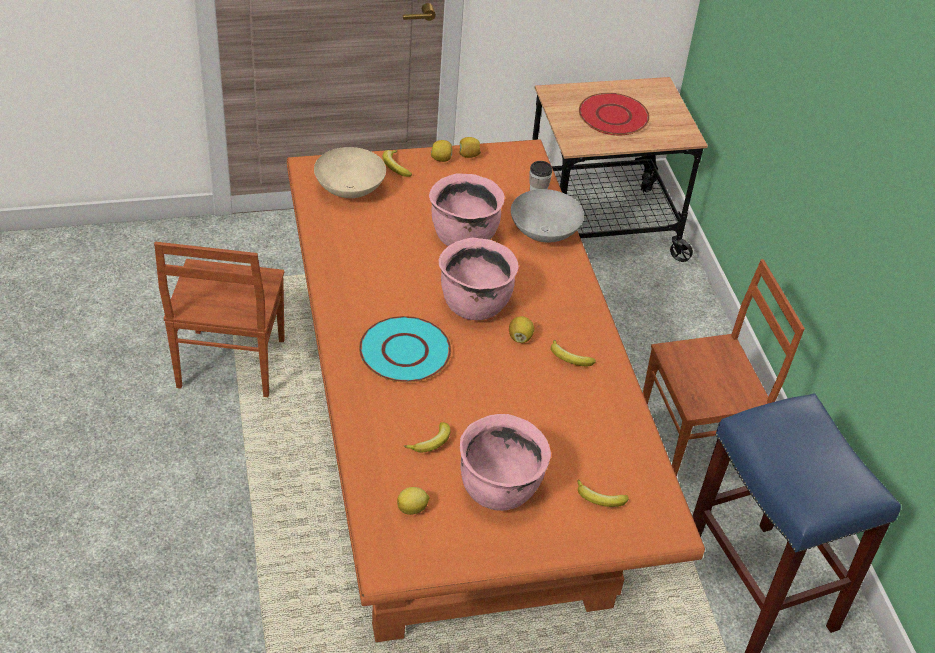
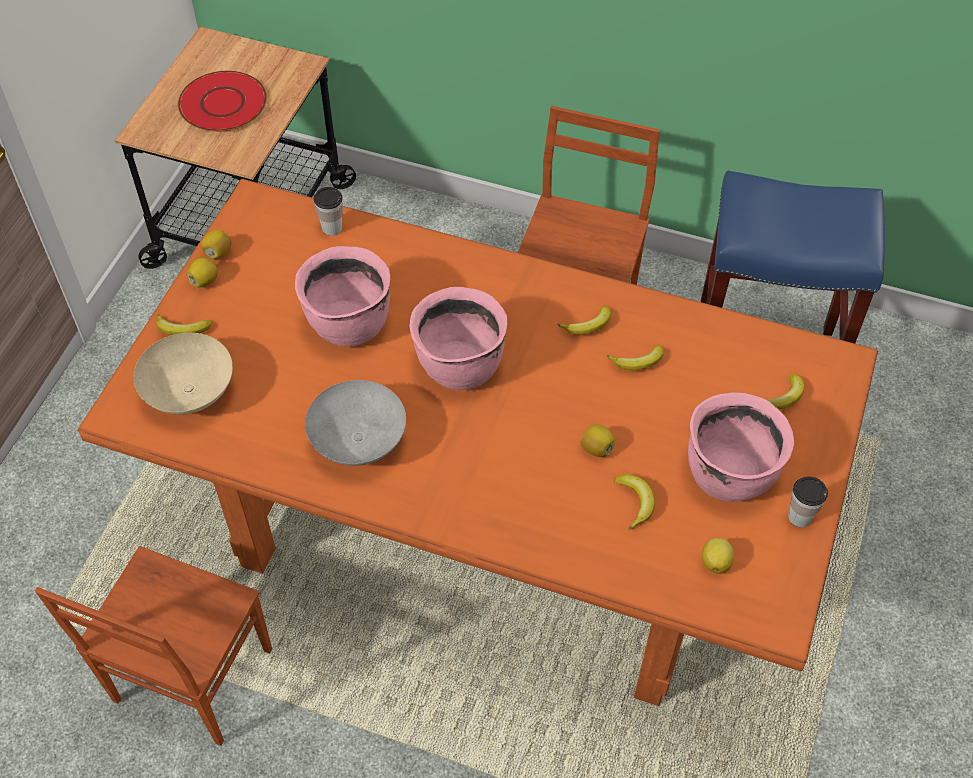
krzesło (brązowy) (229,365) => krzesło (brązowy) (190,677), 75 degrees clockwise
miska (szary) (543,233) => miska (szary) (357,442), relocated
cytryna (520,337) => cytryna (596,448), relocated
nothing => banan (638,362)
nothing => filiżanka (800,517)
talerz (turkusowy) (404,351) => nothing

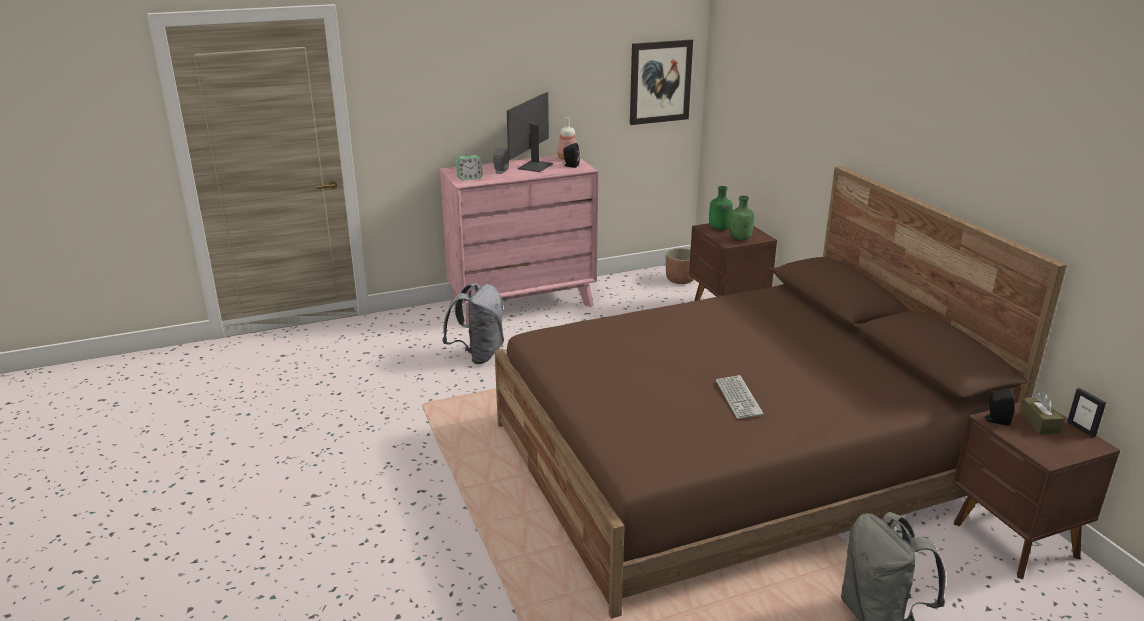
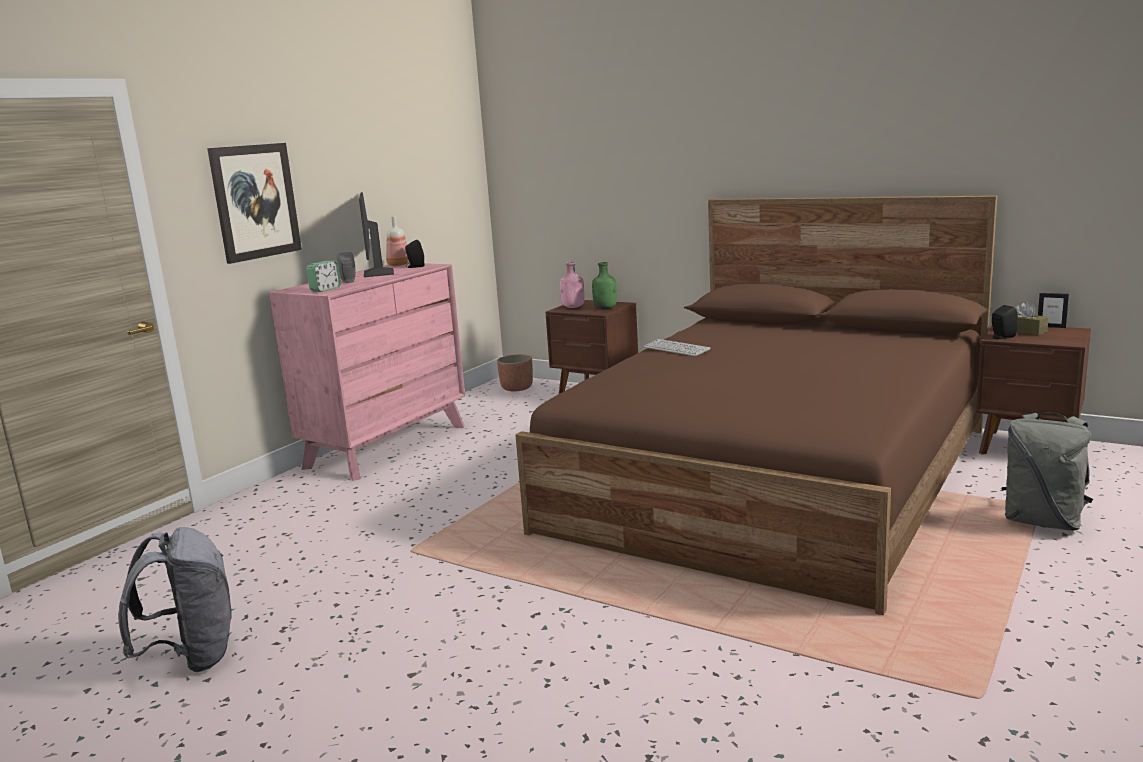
plecak (szary) (478,355) => plecak (szary) (192,657), relocated
obraz (660,82) => obraz (255,201), relocated
butelka (zielony) (719,228) => butelka (różowy) (573,307)
klawiatura (738,398) => klawiatura (676,349), relocated

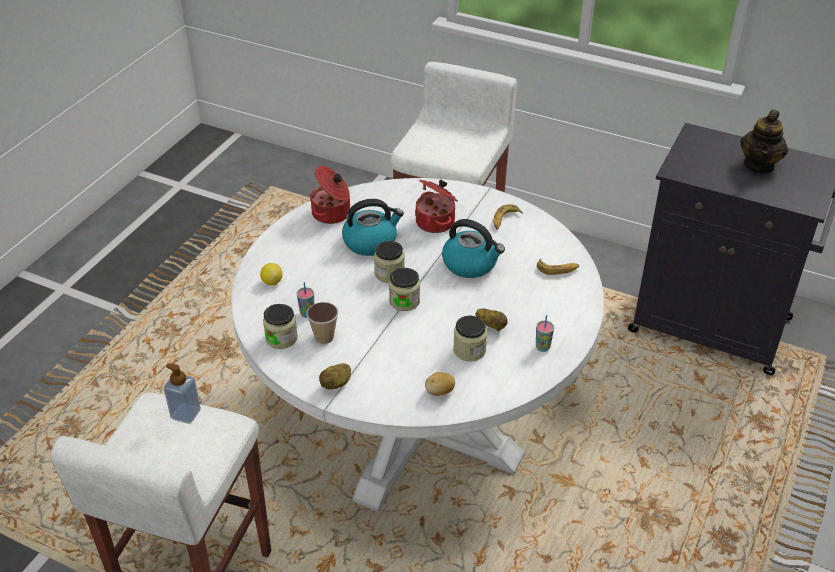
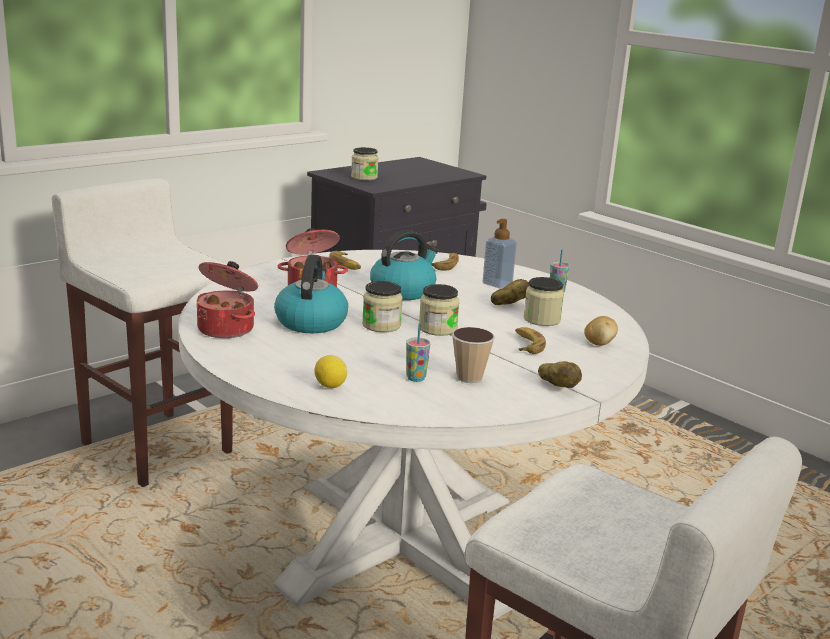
słoik (281,338) => słoik (364,177), relocated
dozownik mydła (185,414) => dozownik mydła (497,284), relocated
nothing => banan (526,344)
imbryk (759,165) => nothing

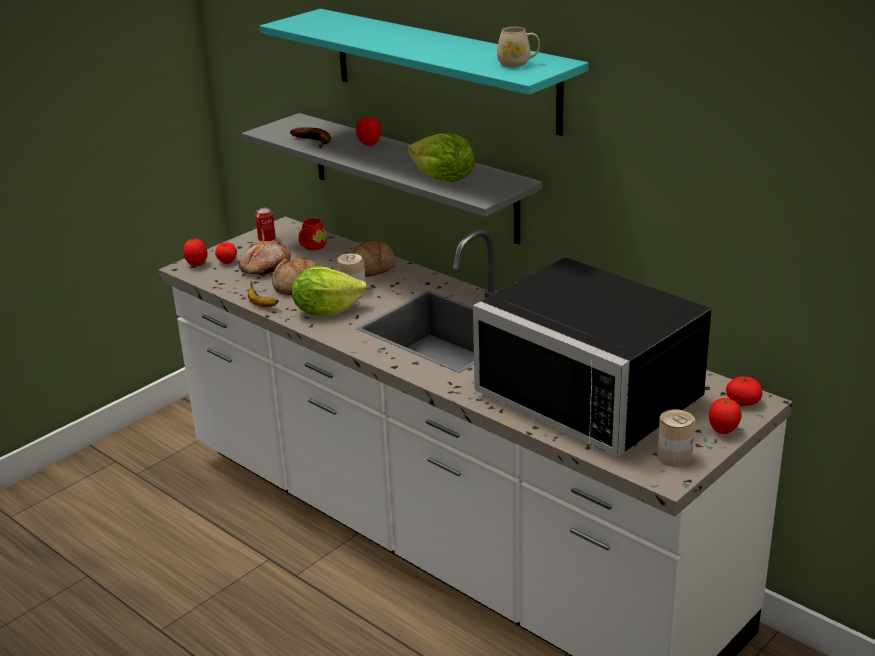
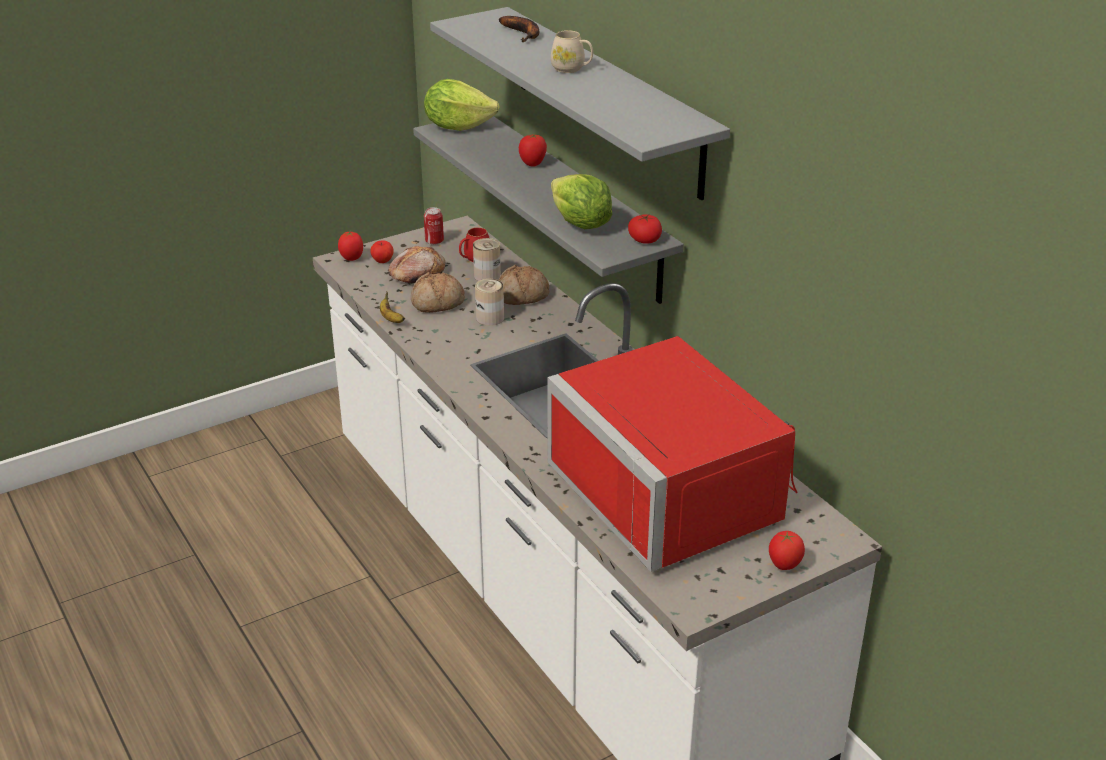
sałata (326,311) => sałata (458,126), relocated
półka (turkusowy) (443,69) => półka (szary) (606,100)
puszka (674,456) => puszka (487,276), relocated
banan (316,141) => banan (524,34), relocated
mikrofalówka (czarny) (599,392) => mikrofalówka (czerwony) (678,491)
kubek (beżowy) (518,63) => kubek (beżowy) (572,69), relocated
pomidor (743,401) => pomidor (644,240), relocated

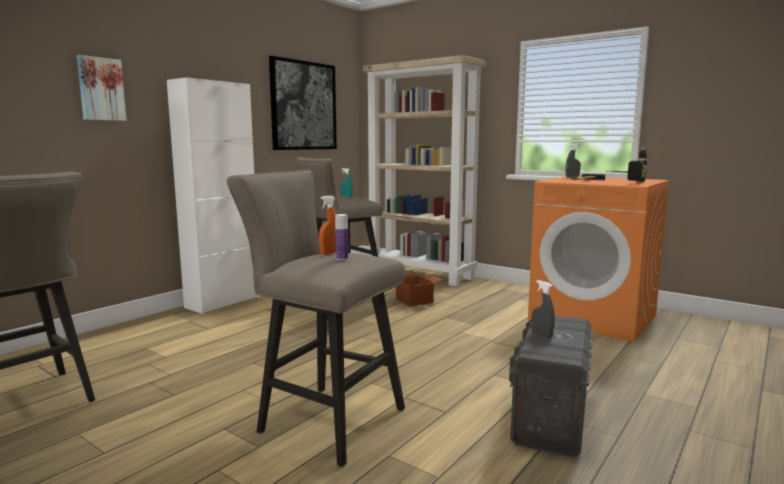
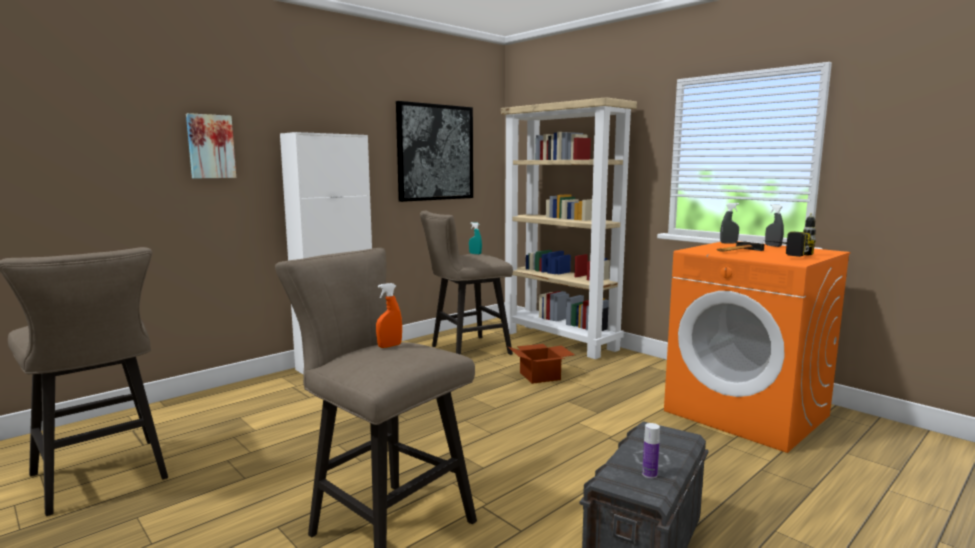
butelka (342,259) => butelka (649,474), relocated
spryskiwacz (szary) (541,336) => spryskiwacz (szary) (773,246), relocated

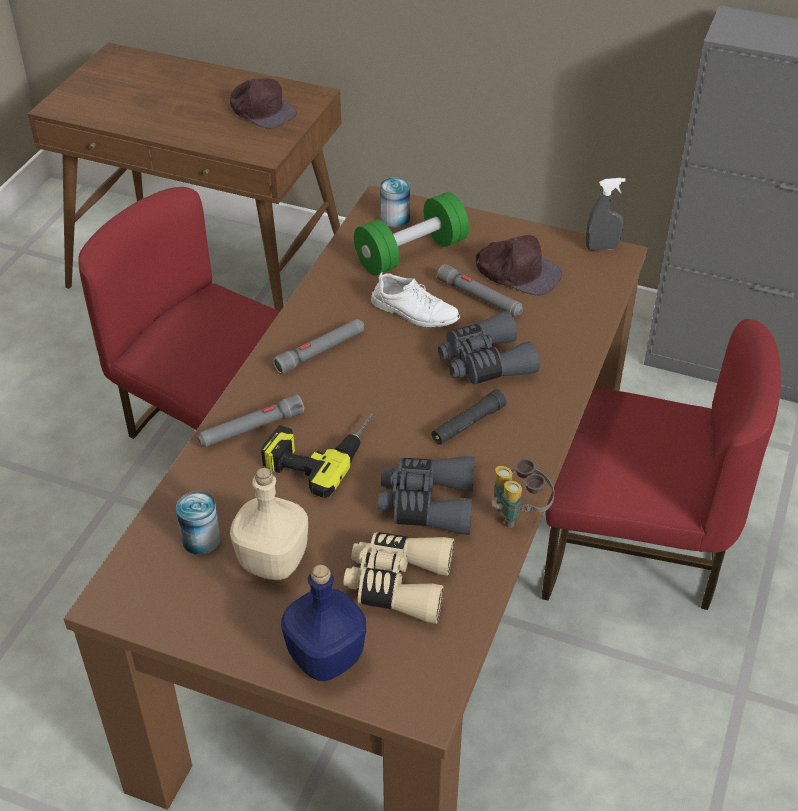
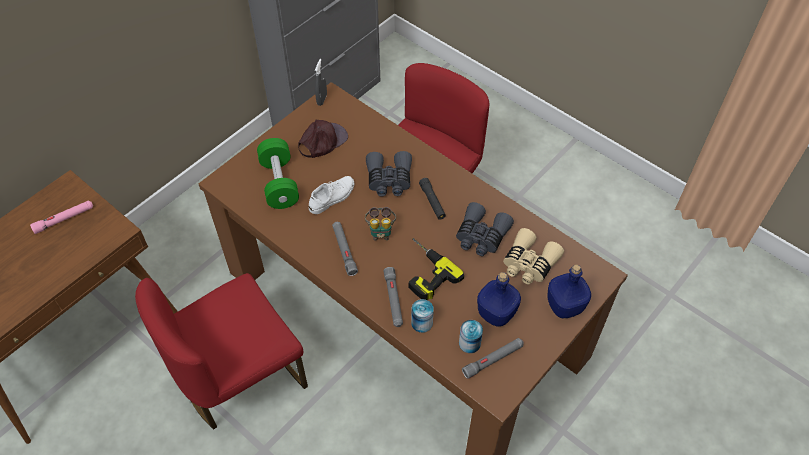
czapka z daszkiem (brązowy) (262,110) => latarka (różowy) (64,219)
lornetka (519,512) => lornetka (380,232), relocated
puszka (395,218) => puszka (422,323), relocated
latarka (szary) (479,298) => latarka (szary) (493,360), relocated
butelka (beżowy) (274,561) => butelka (niebieski) (496,313)

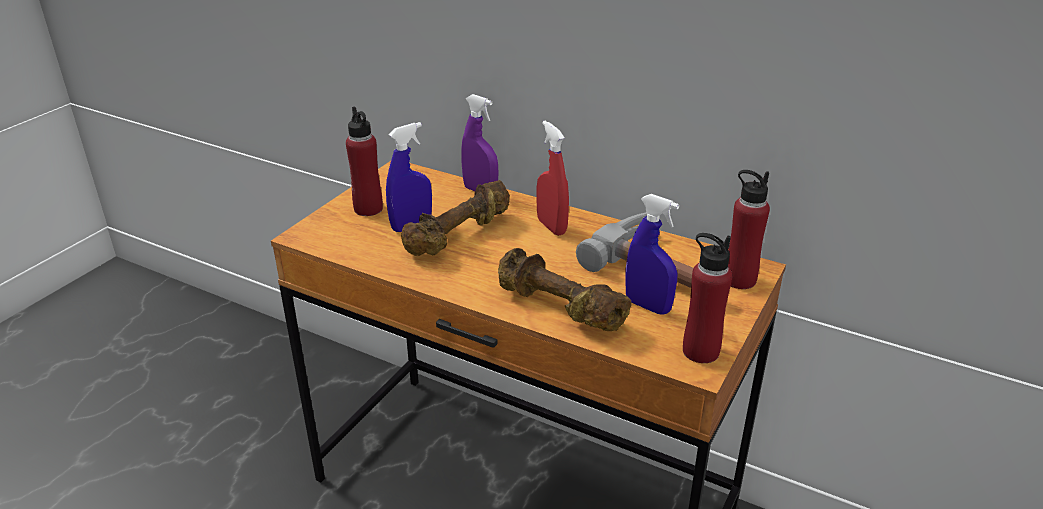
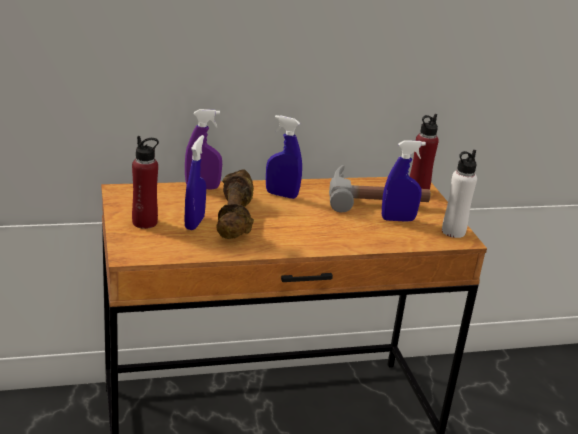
spryskiwacz (czerwony) (551,227) => spryskiwacz (niebieski) (281,195)
butelka (czerwony) (700,351) => butelka (biały) (453,232)
hantel (brązowy) (557,308) => nothing

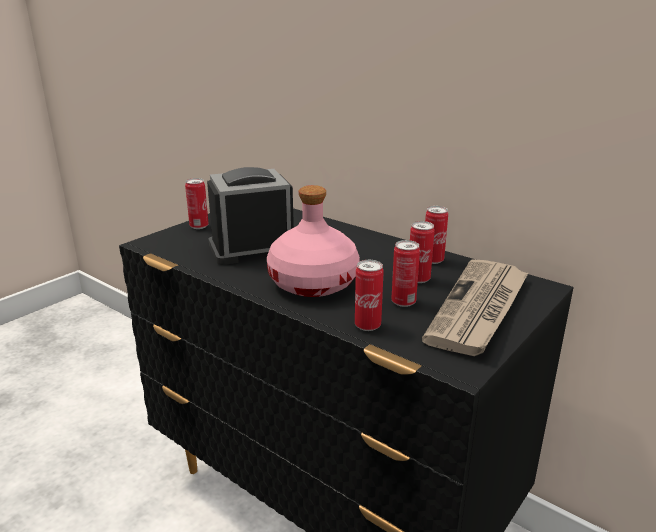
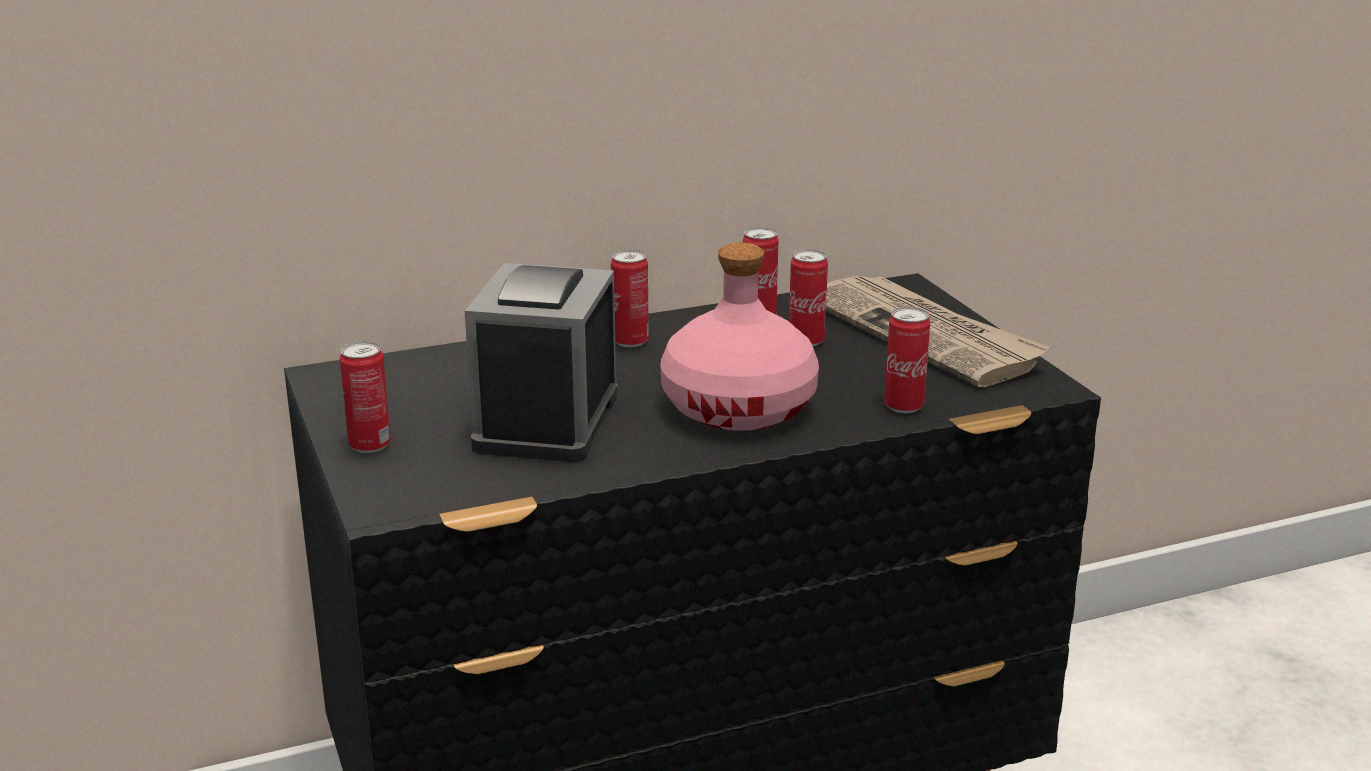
puszka (403,302) => puszka (630,342), relocated

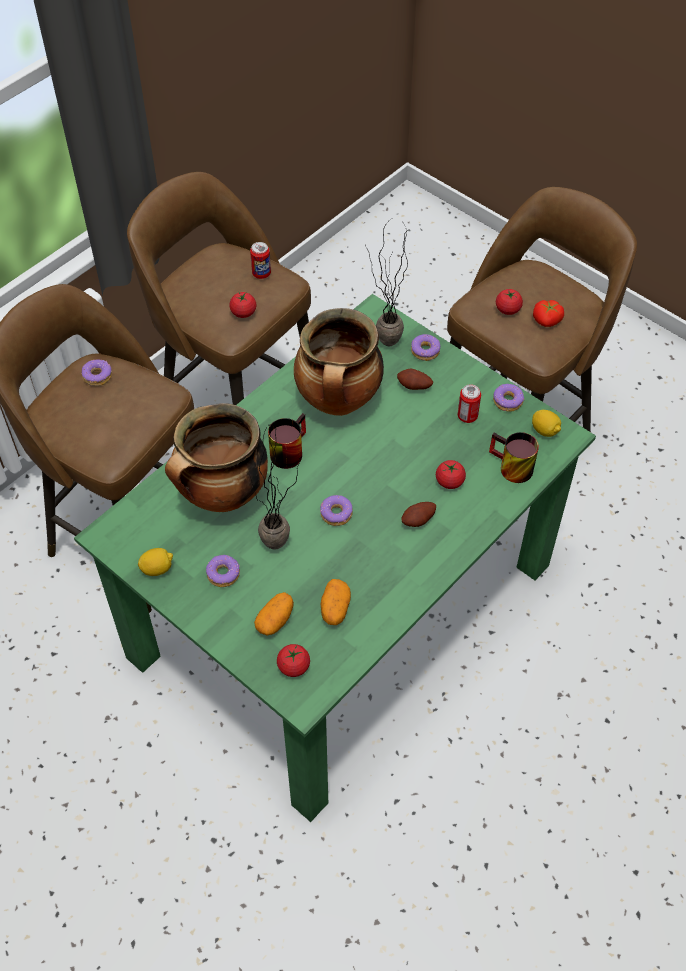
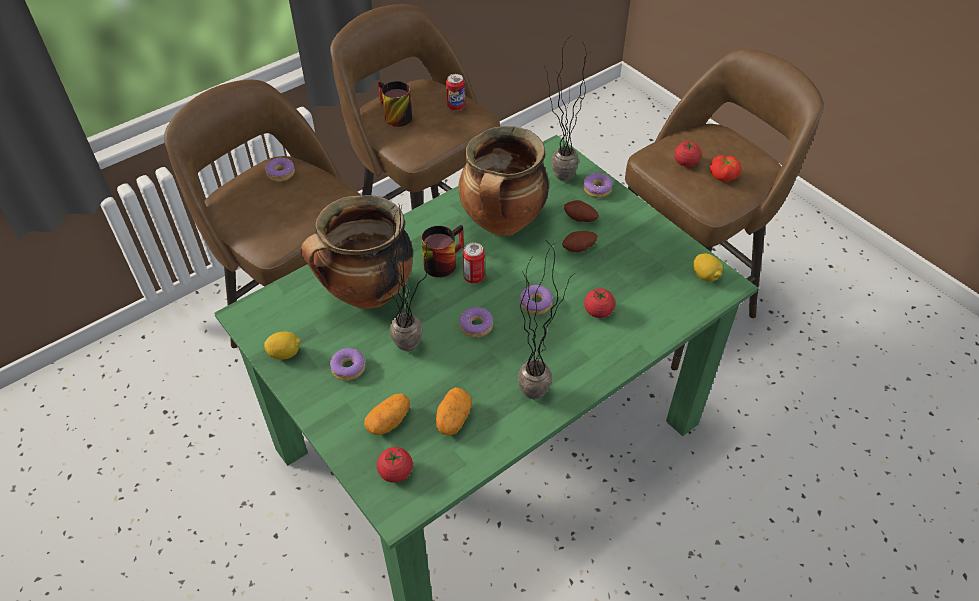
kubek (509,468) => kubek (393,116), relocated
puszka (467,416) => puszka (474,277), relocated
nothing => roślina doniczkowa (540,386)
donut (508,401) => donut (536,304), relocated
ziemniak (419,521) => ziemniak (579,249), relocated
pomidor (243,312) => nothing

